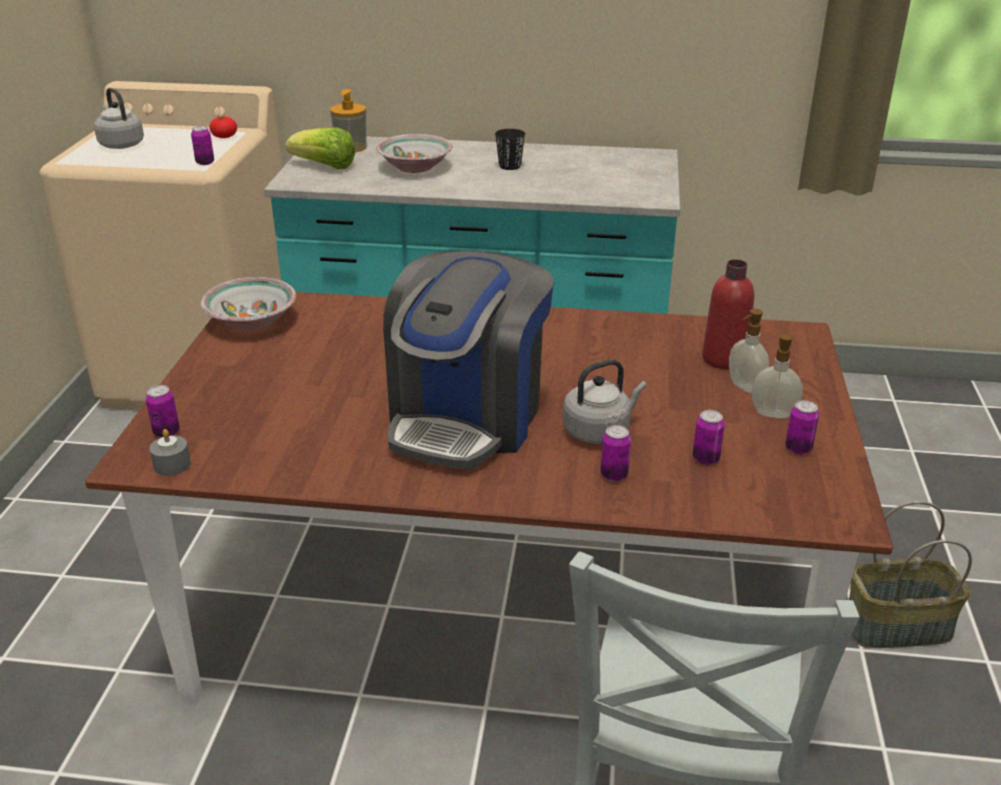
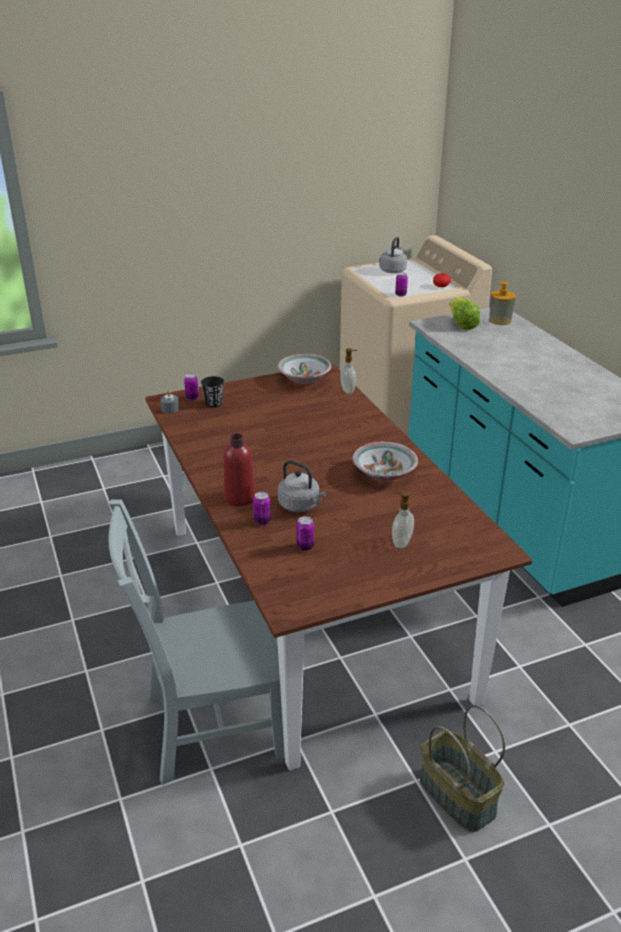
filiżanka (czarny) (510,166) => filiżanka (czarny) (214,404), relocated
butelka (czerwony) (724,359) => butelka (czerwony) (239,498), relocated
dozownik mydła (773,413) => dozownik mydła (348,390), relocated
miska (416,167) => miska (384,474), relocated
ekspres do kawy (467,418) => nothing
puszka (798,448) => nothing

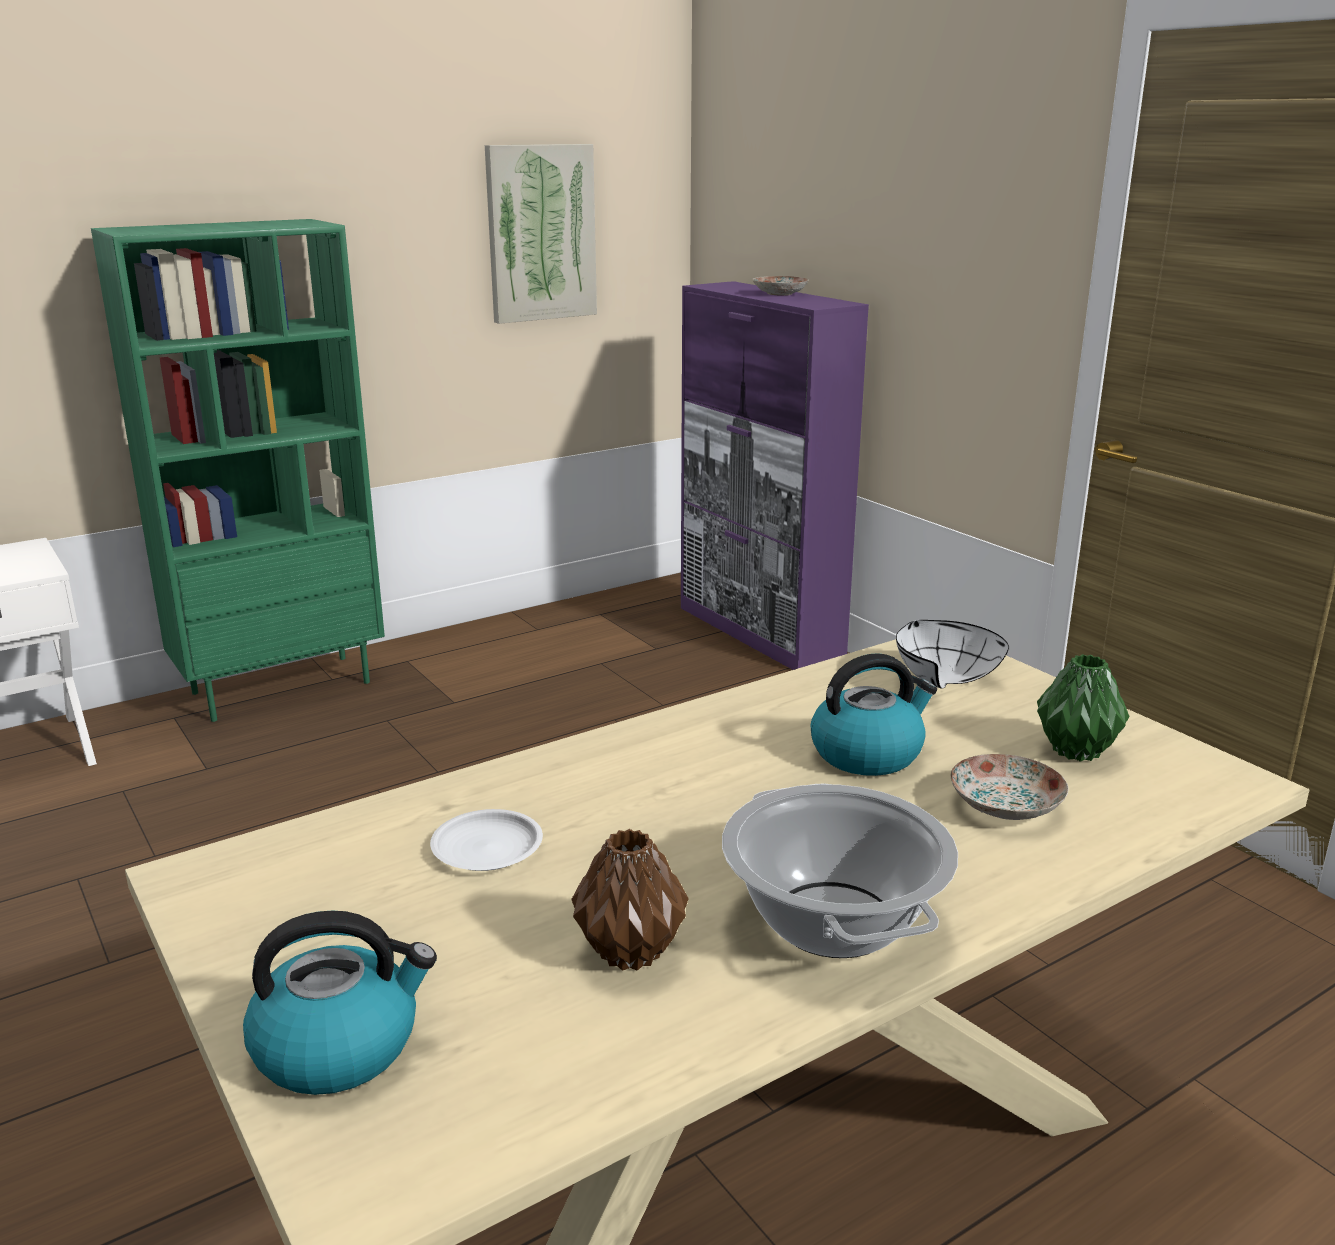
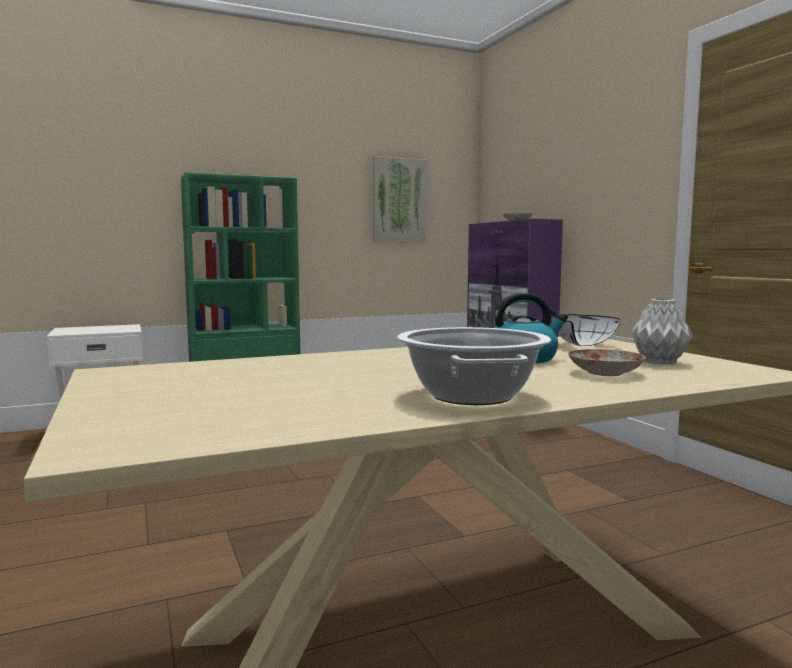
wazon (zielony) (1076,752) => wazon (szary) (659,362)
czajnik (339,1046) => nothing
talerz (biały) (486,848) => nothing
wazon (brązowy) (629,953) => nothing

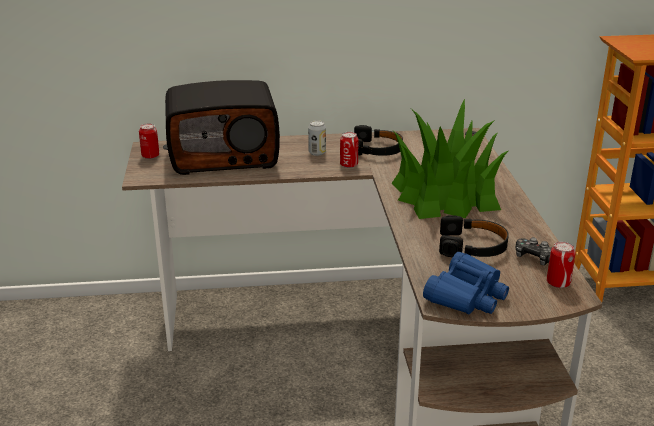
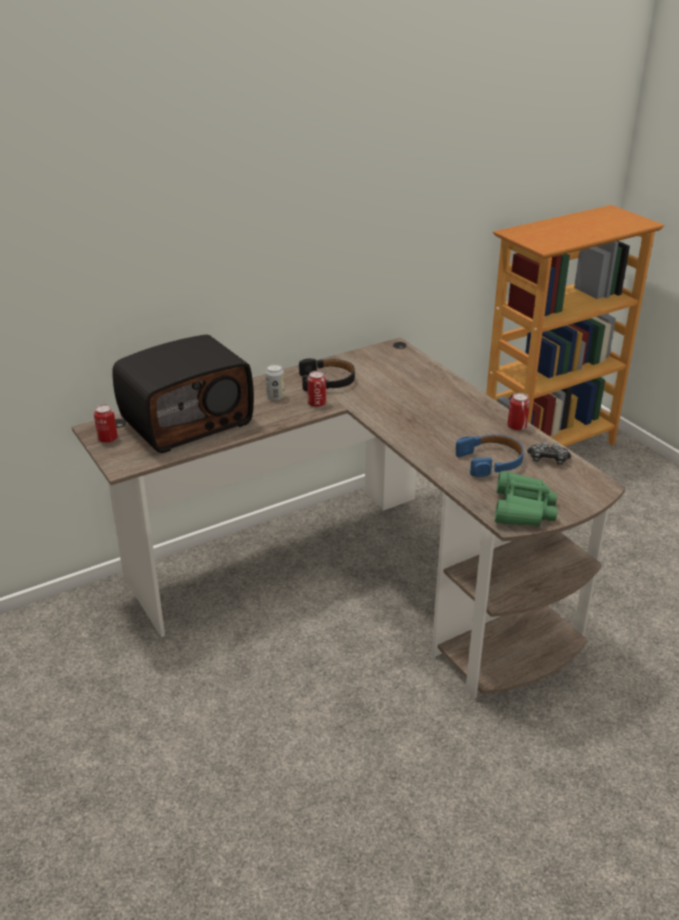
słuchawki (czarny) (472,246) => słuchawki (niebieski) (491,461)
lornetka (niebieski) (466,295) => lornetka (zielony) (523,509)
puszka (558,283) => puszka (516,427), relocated
roślina doniczkowa (446,195) => nothing

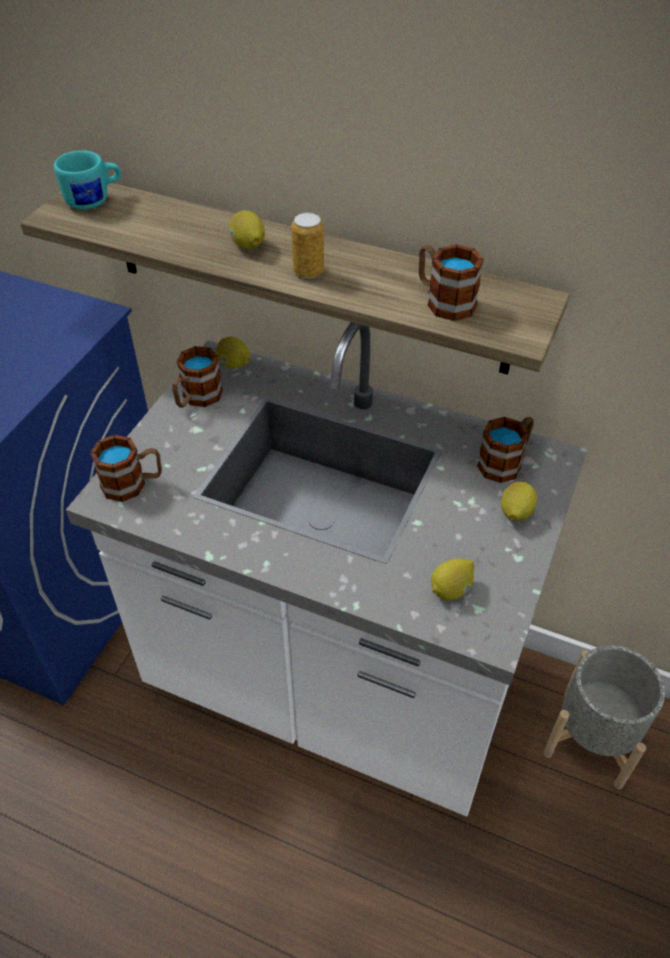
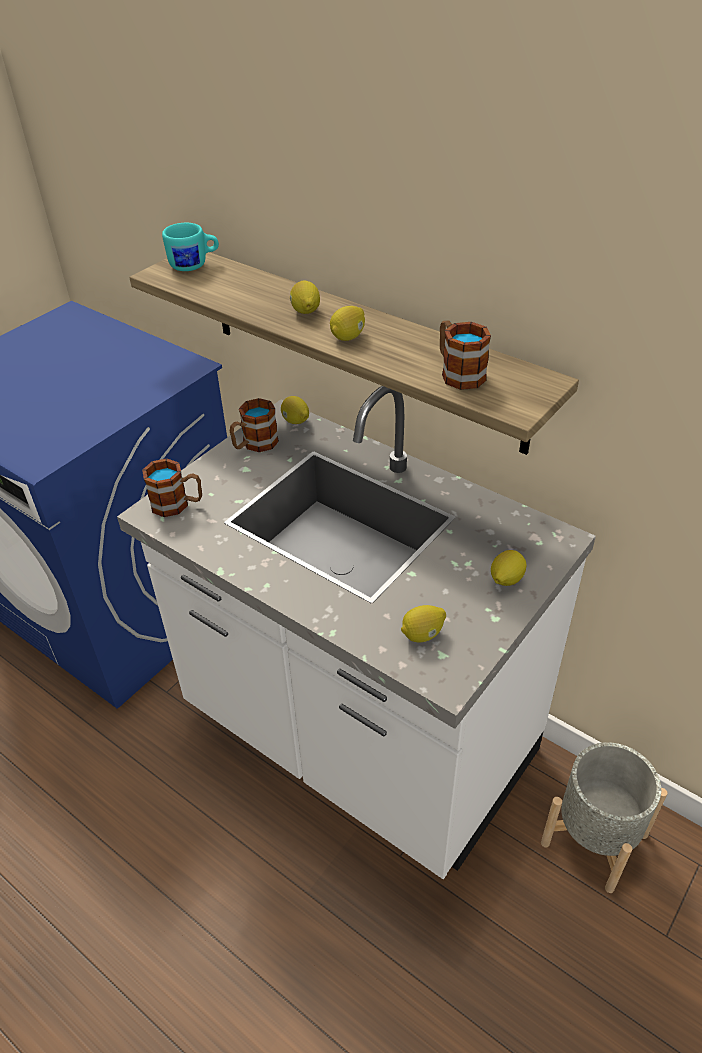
puszka (308,271) => cytryna (348,337)
kubek (505,462) => nothing

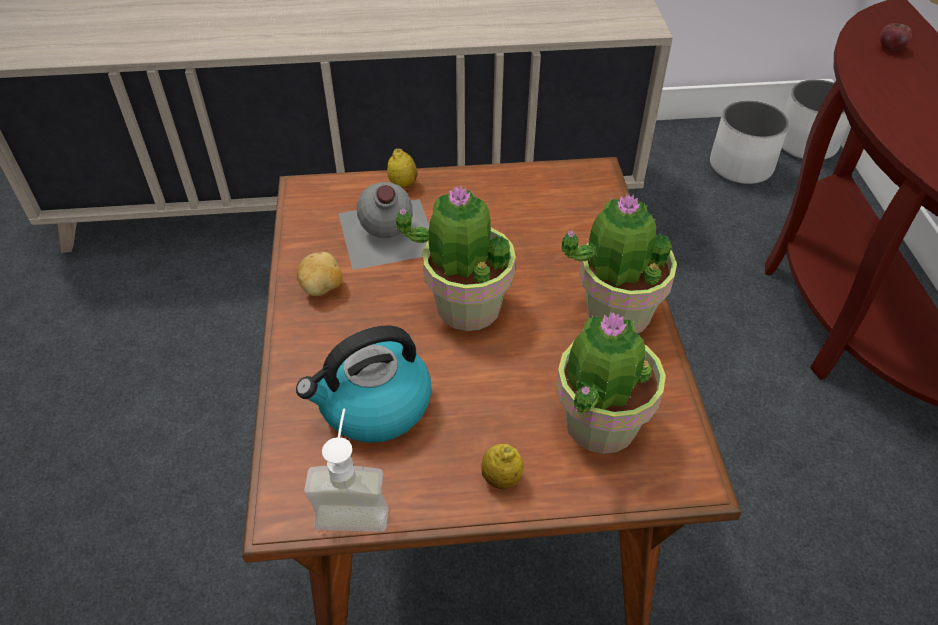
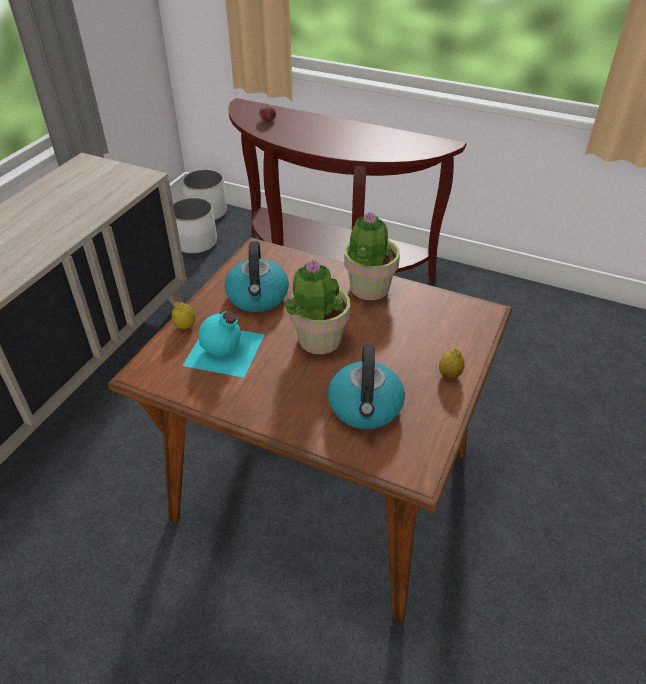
butelka (szary) (386,234) => butelka (turkusowy) (225,350)
nothing => czajnik (258,297)
ziemniak (322,288) => nothing
dozownik mydła (353,505) => nothing
roślina doniczkowa (599,424) => nothing

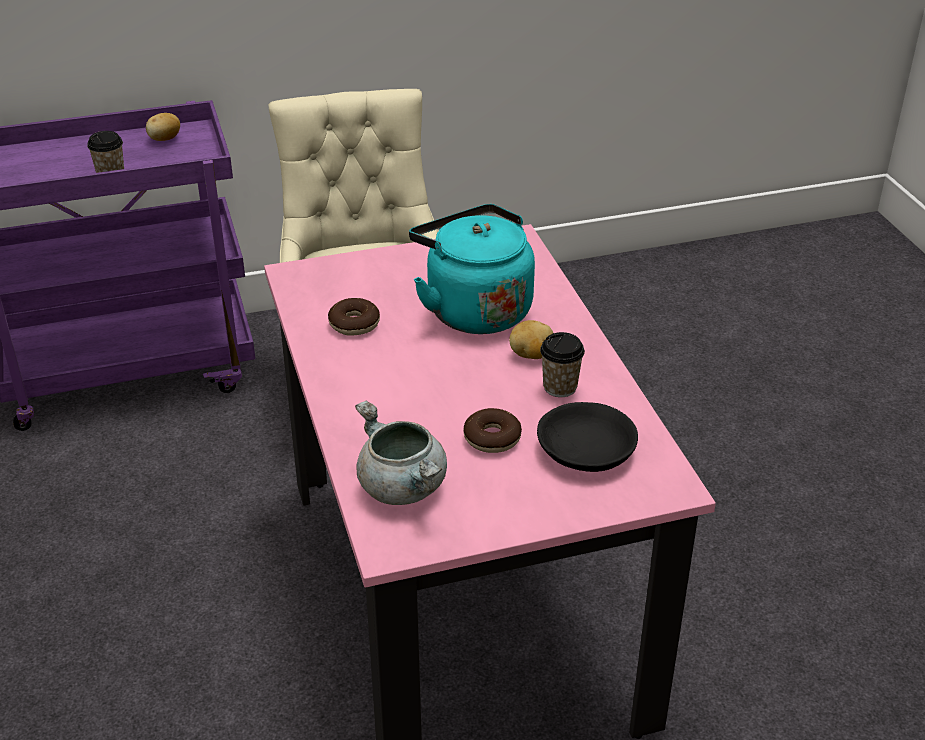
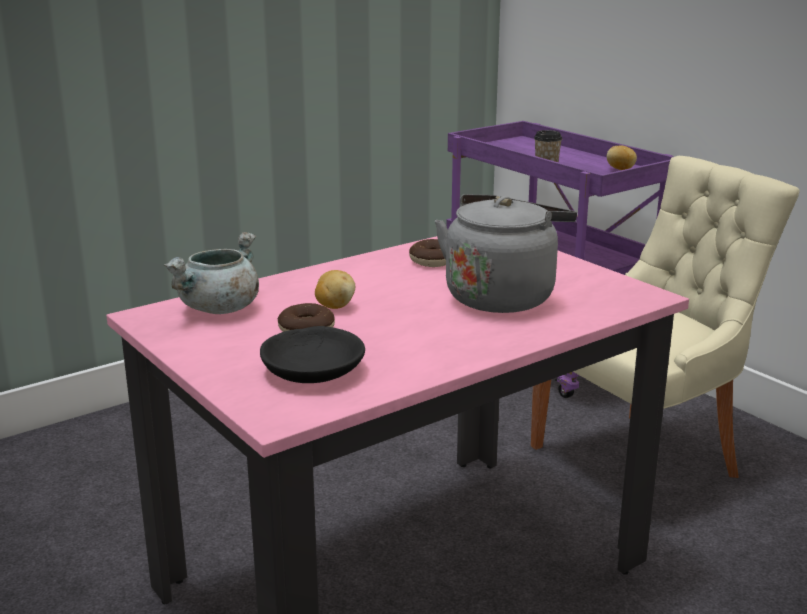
ziemniak (531,355) => ziemniak (334,306), relocated
czajnik (turkusowy) (474,309) => czajnik (szary) (502,296)
filiżanka (560,387) => nothing

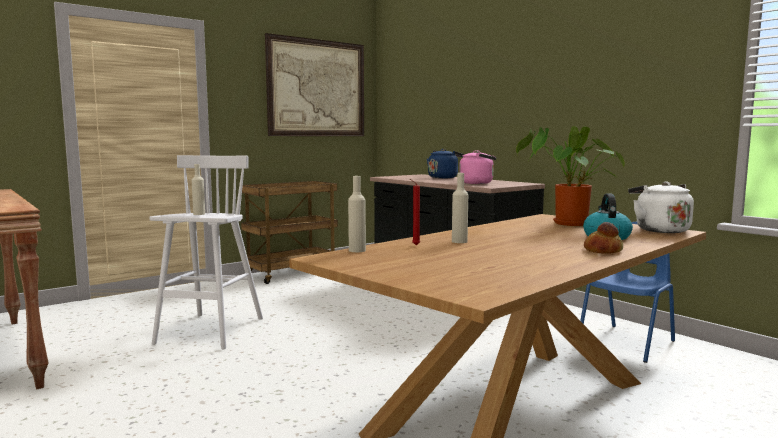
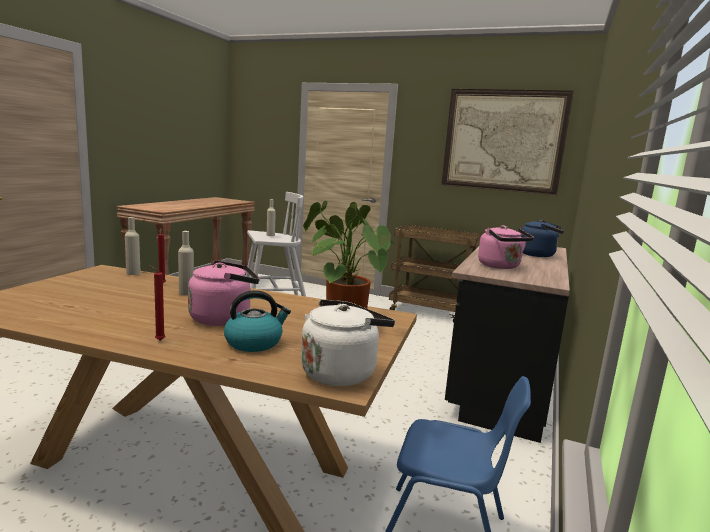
chleb (602,250) => świeca (czerwony) (158,340)
nothing => czajnik (różowy) (224,318)

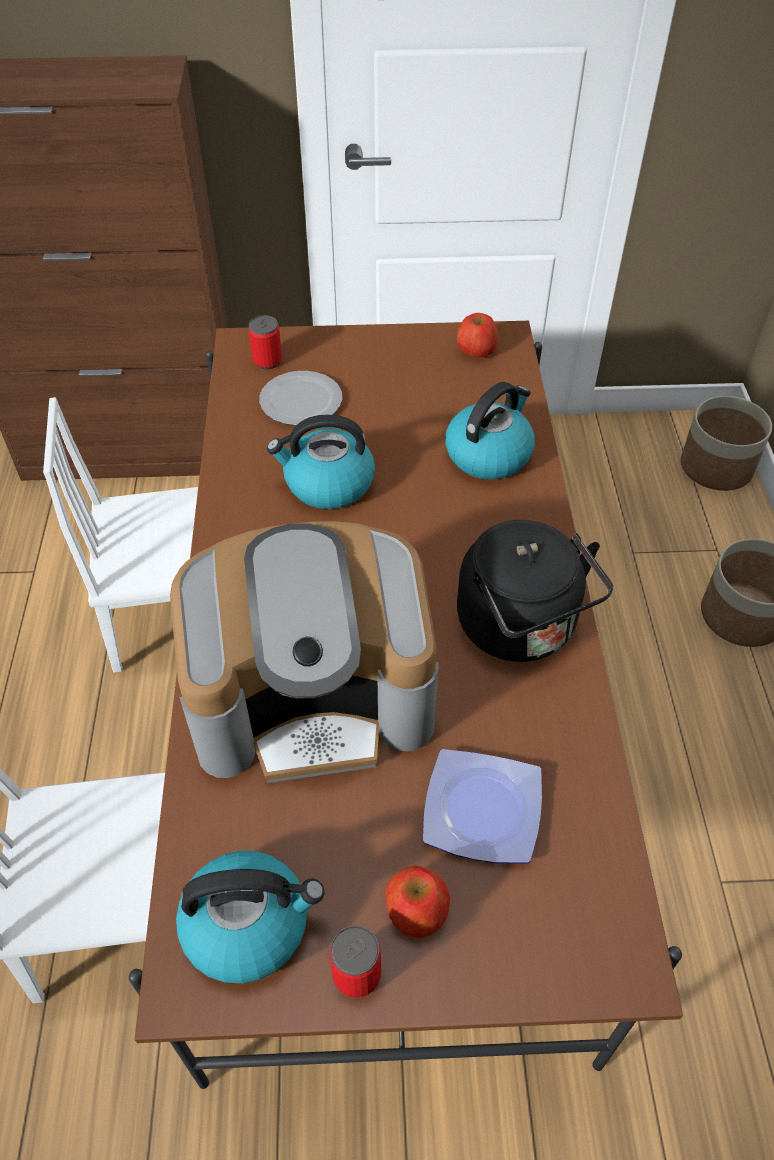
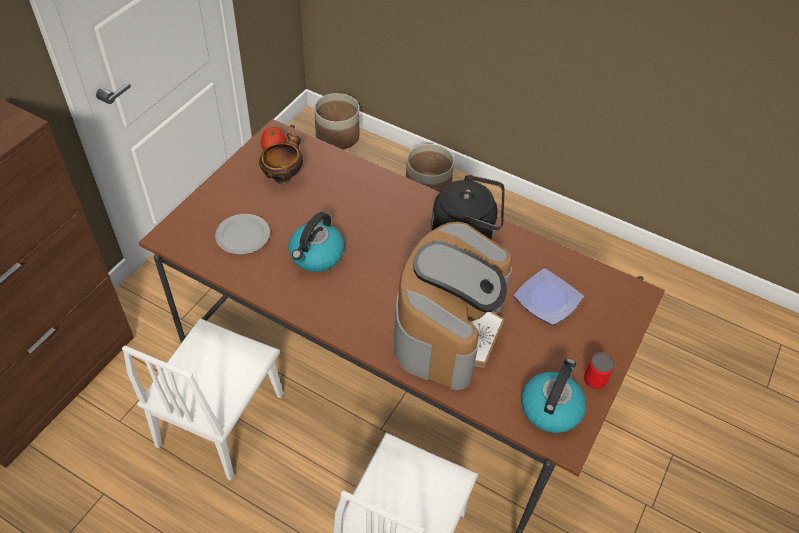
nothing => miska (283,176)
puszka (267,361) => nothing
jabłko (417,910) => nothing
czajnik (489,454) => nothing

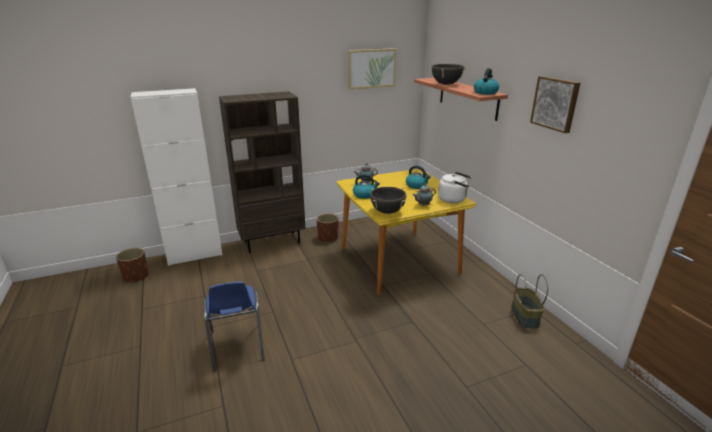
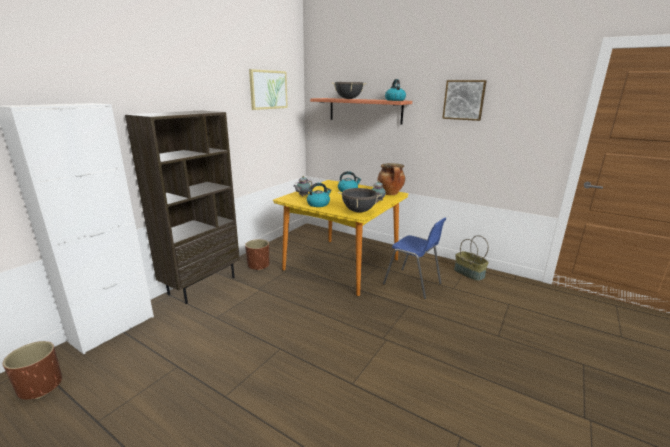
czajnik (biały) (454,199) => garnek (390,194)
krzesło (niebieski) (237,346) => krzesło (niebieski) (412,284), relocated

